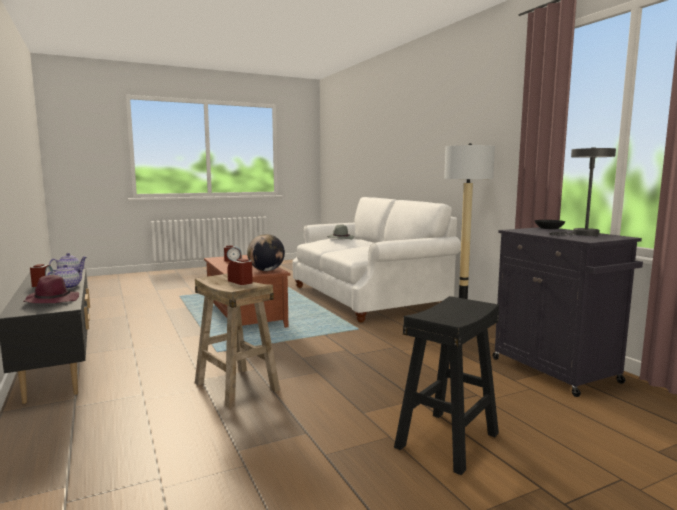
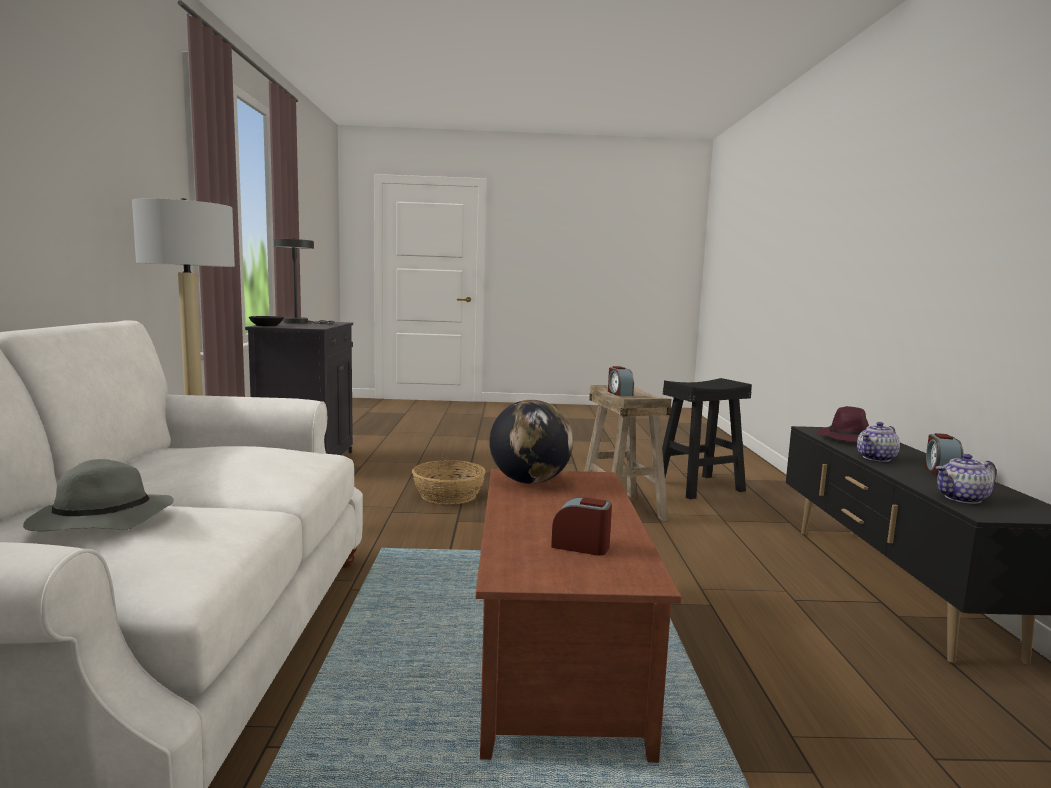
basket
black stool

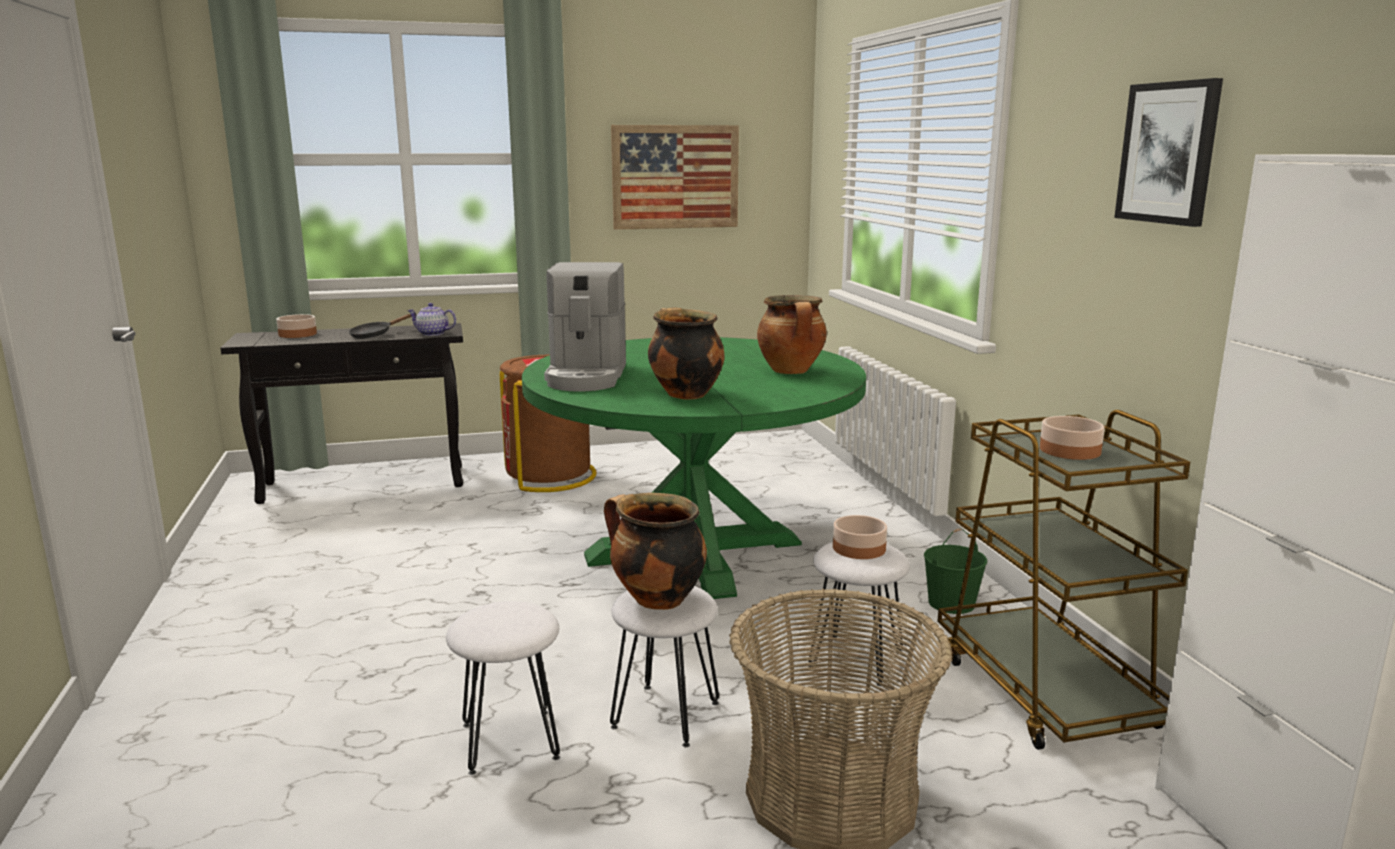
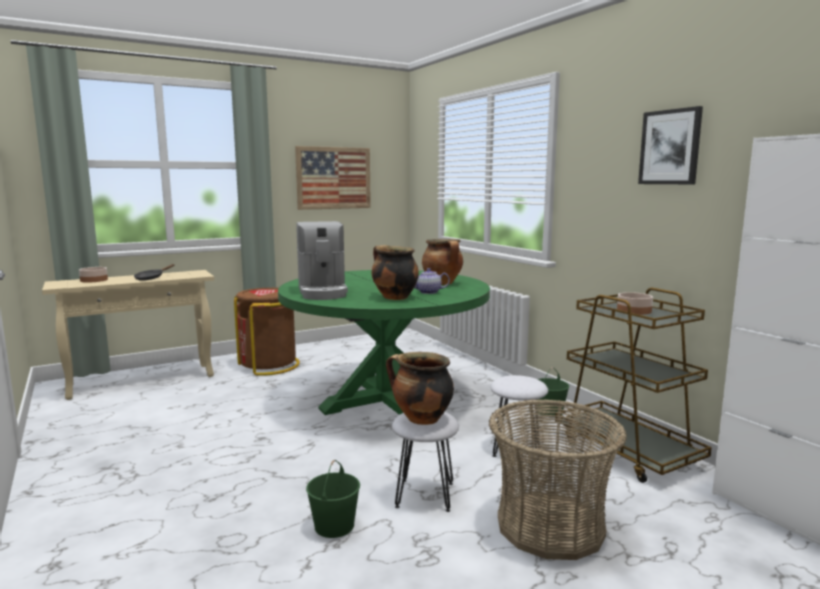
bowl (2nd from left in the first image)
teapot
green bucket (1st from left)
beige console table

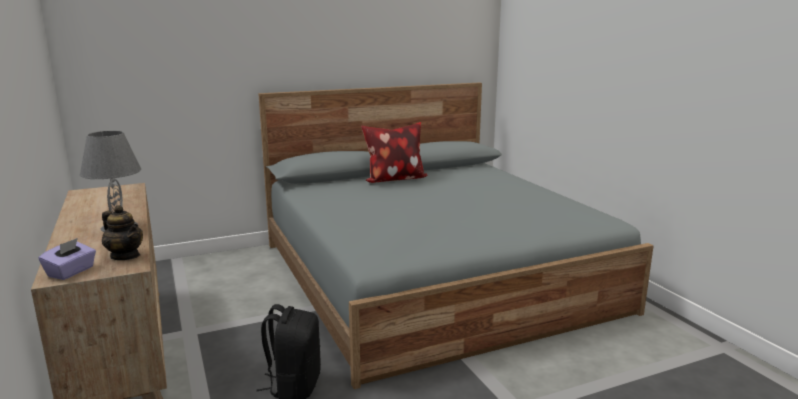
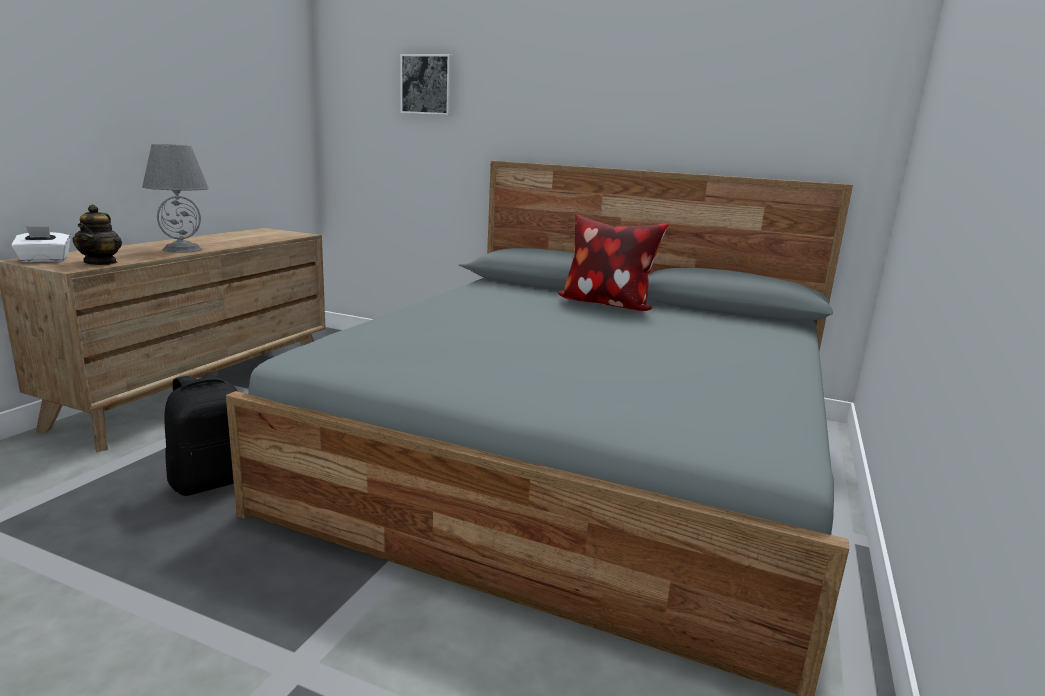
picture
white tissue box

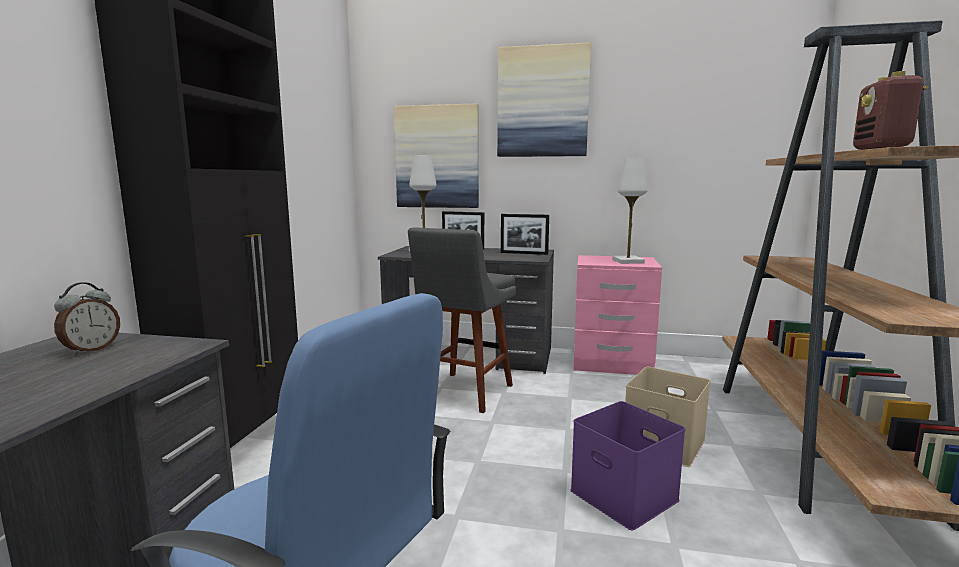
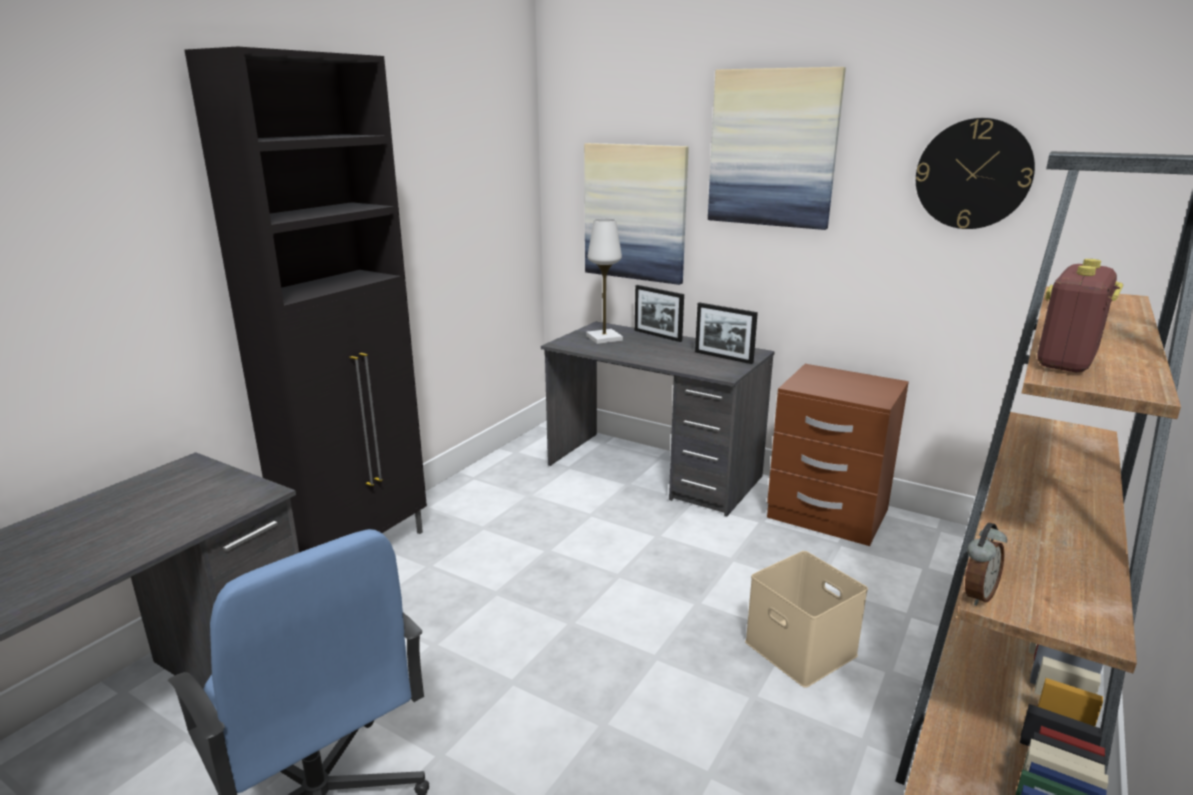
grey stool
purple storage box
white table lamp (2nd from left in the first image)
wall clock
alarm clock
brown nightstand

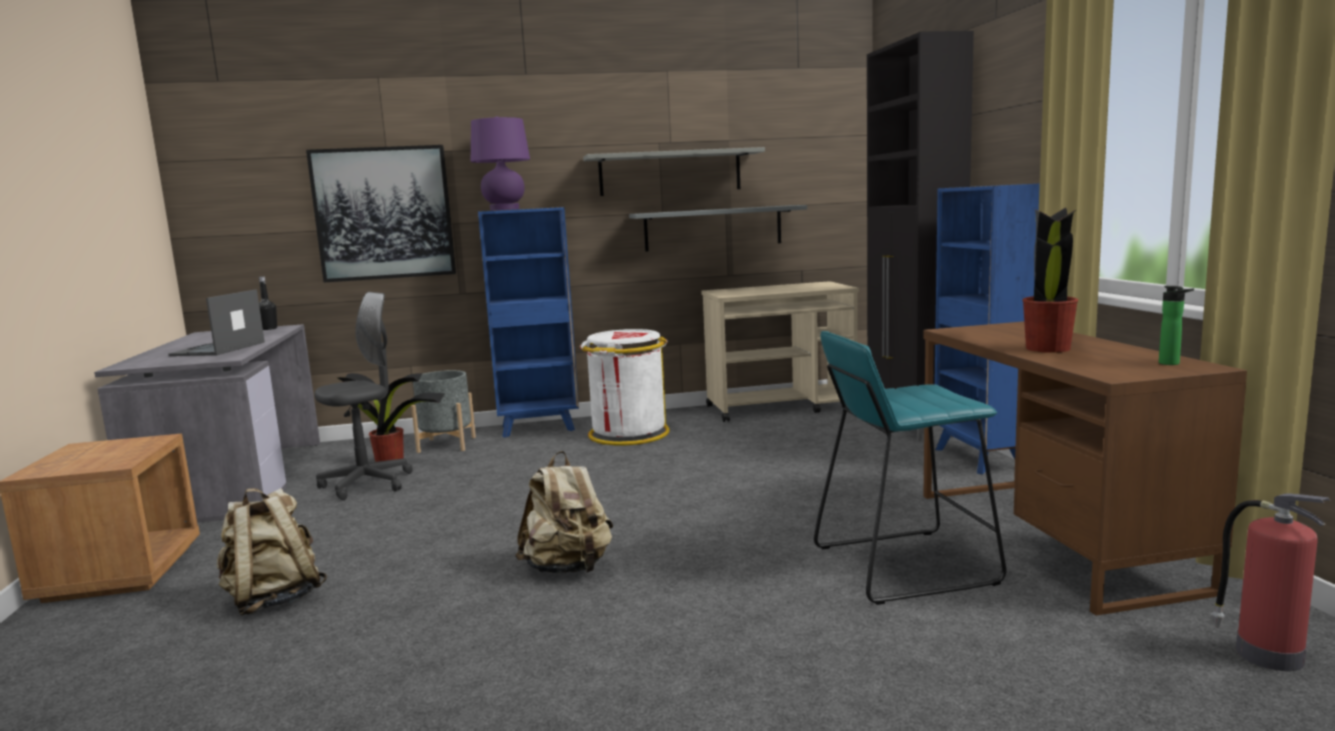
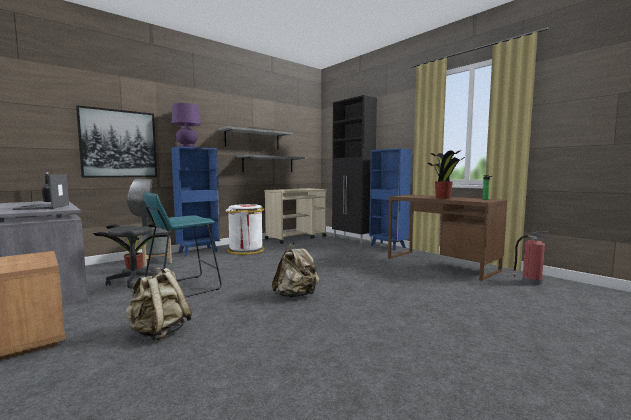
turquoise stool

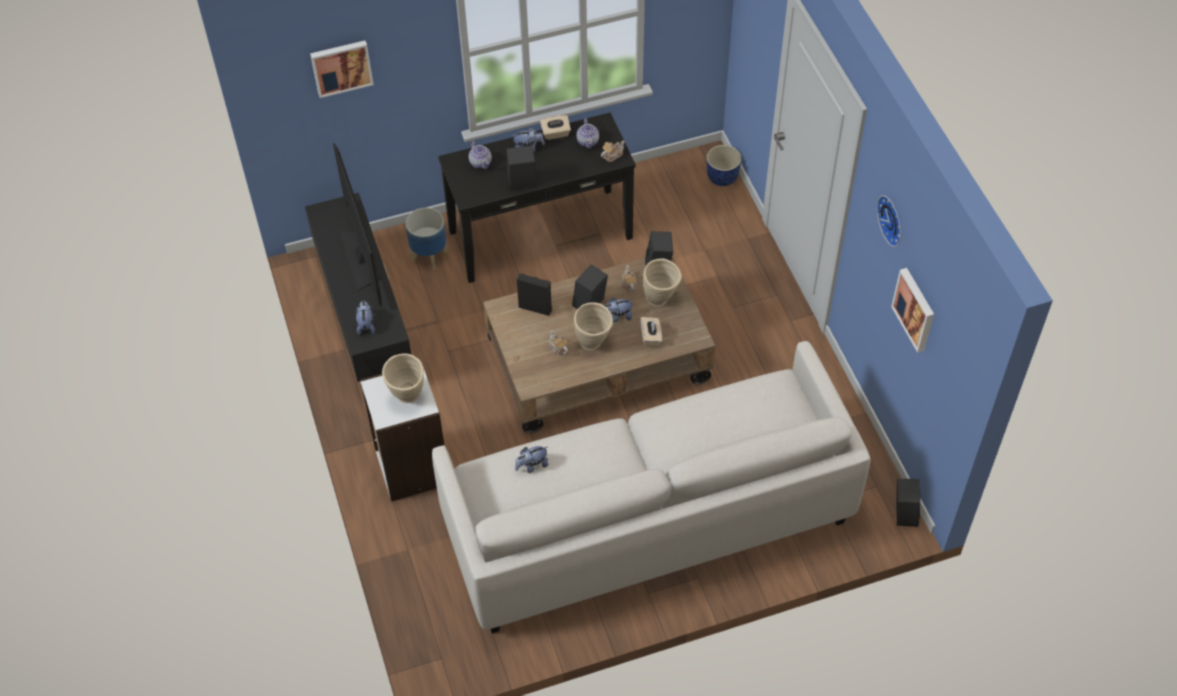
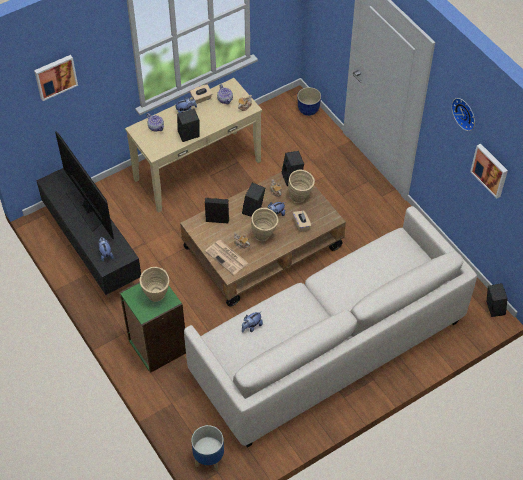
newspaper
planter (1st from left)
green bookcase
beige console table

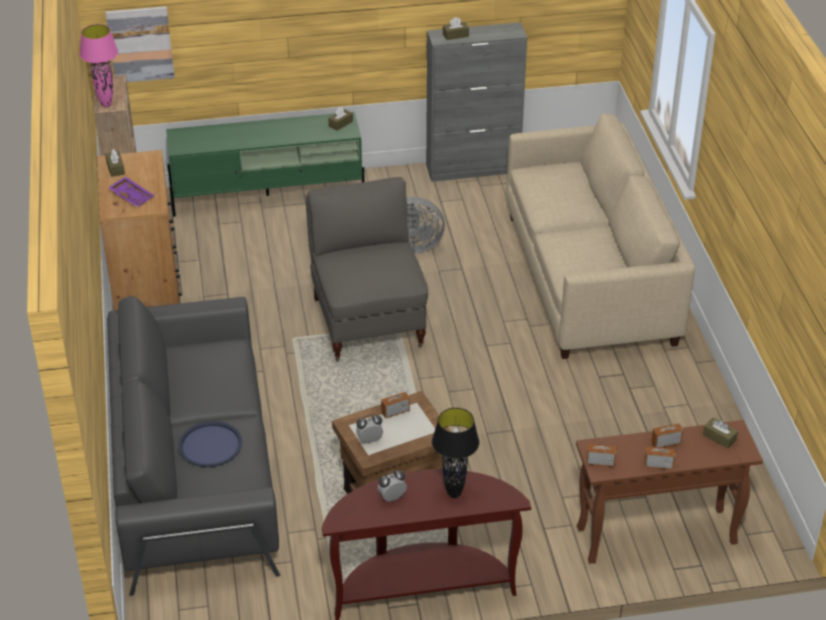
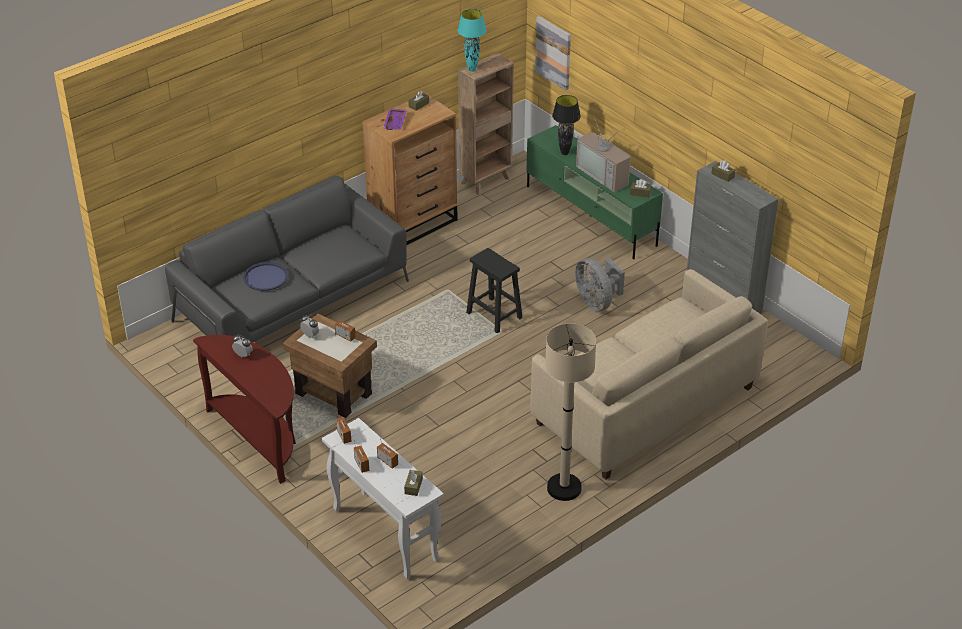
beige floor lamp
television
black table lamp
black stool
turquoise table lamp
white console table

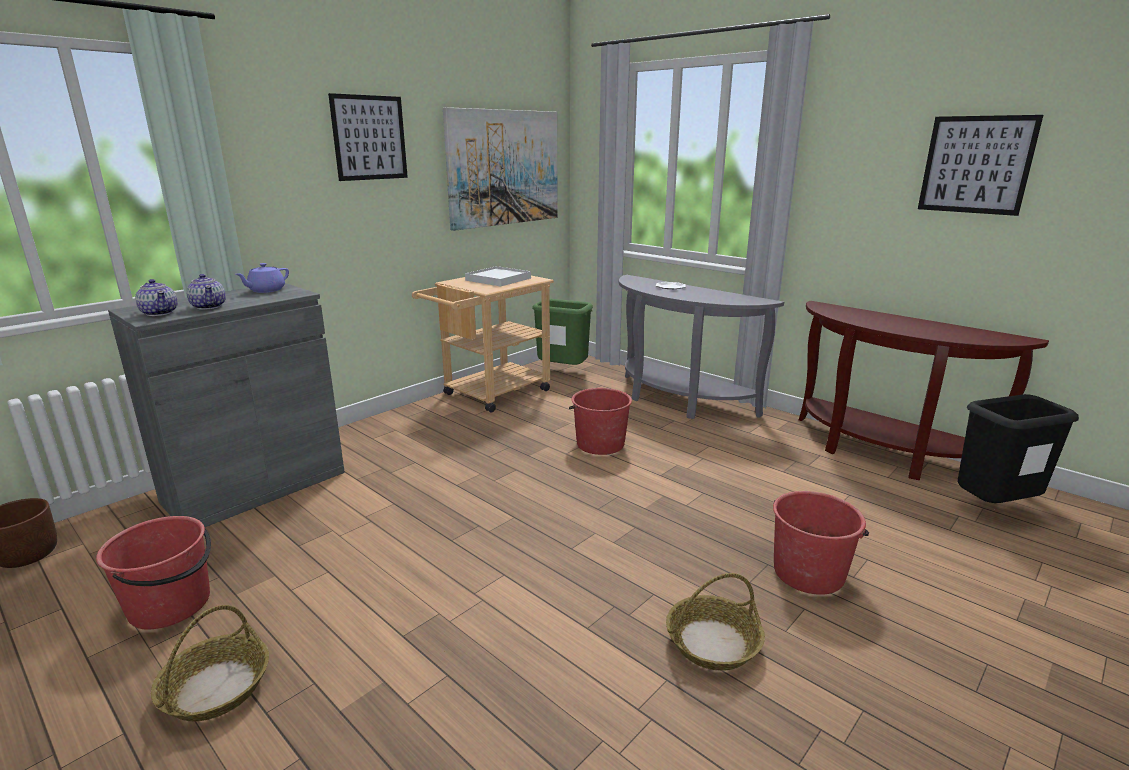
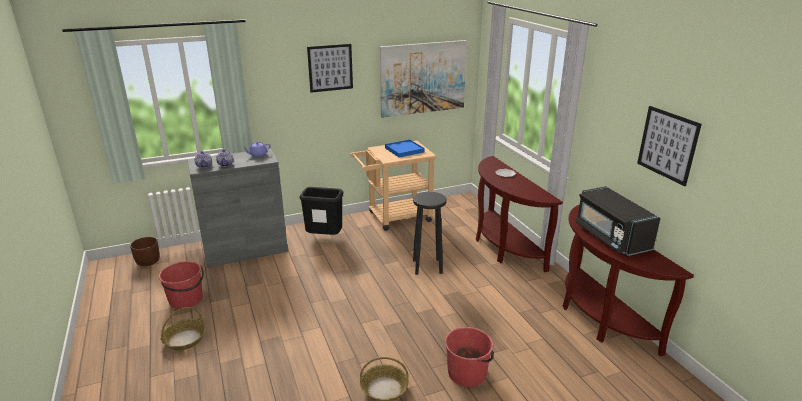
green trash can
black microwave
black trash can
black stool
blue tray
brown console table (1st from left)

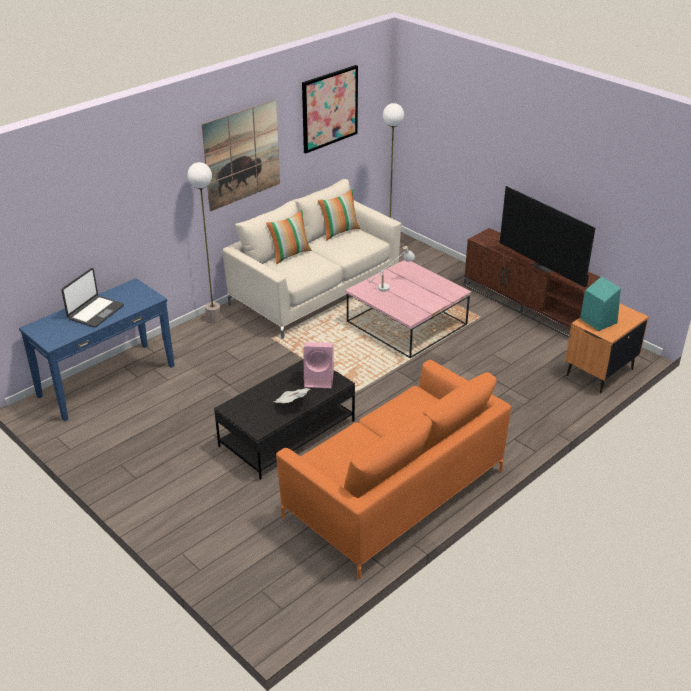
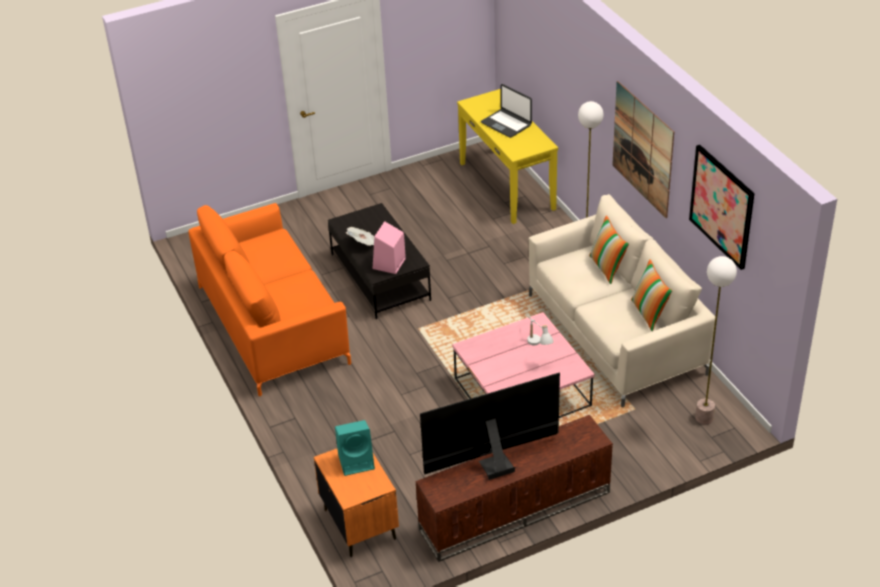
yellow console table

